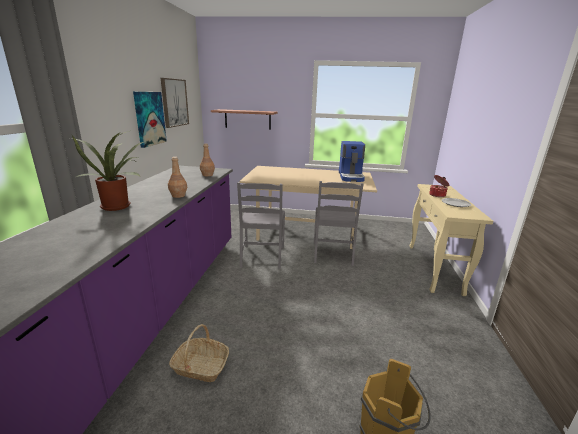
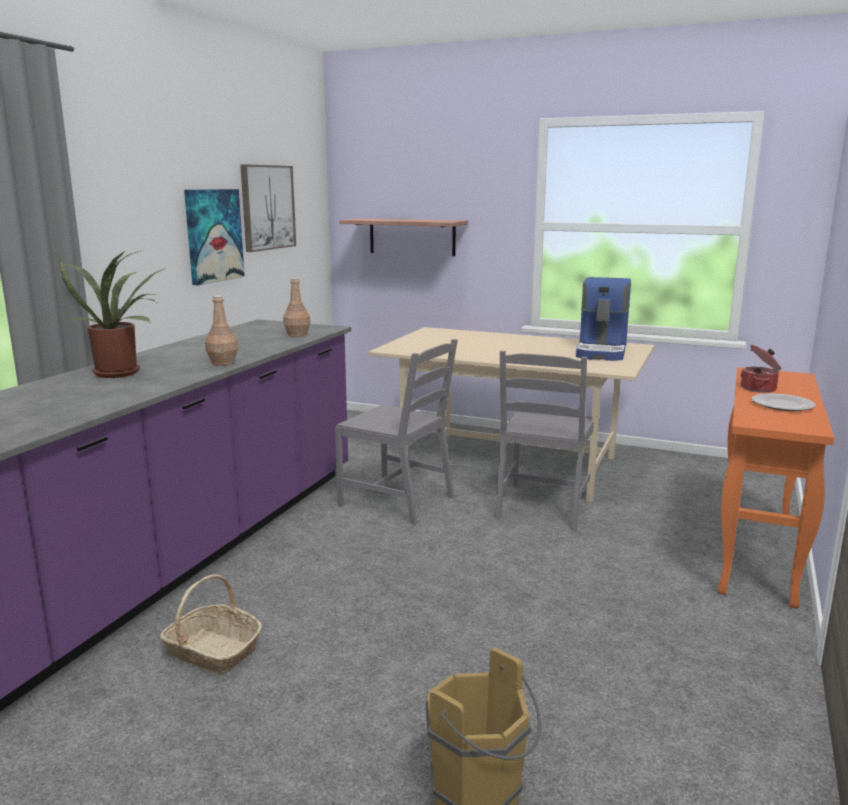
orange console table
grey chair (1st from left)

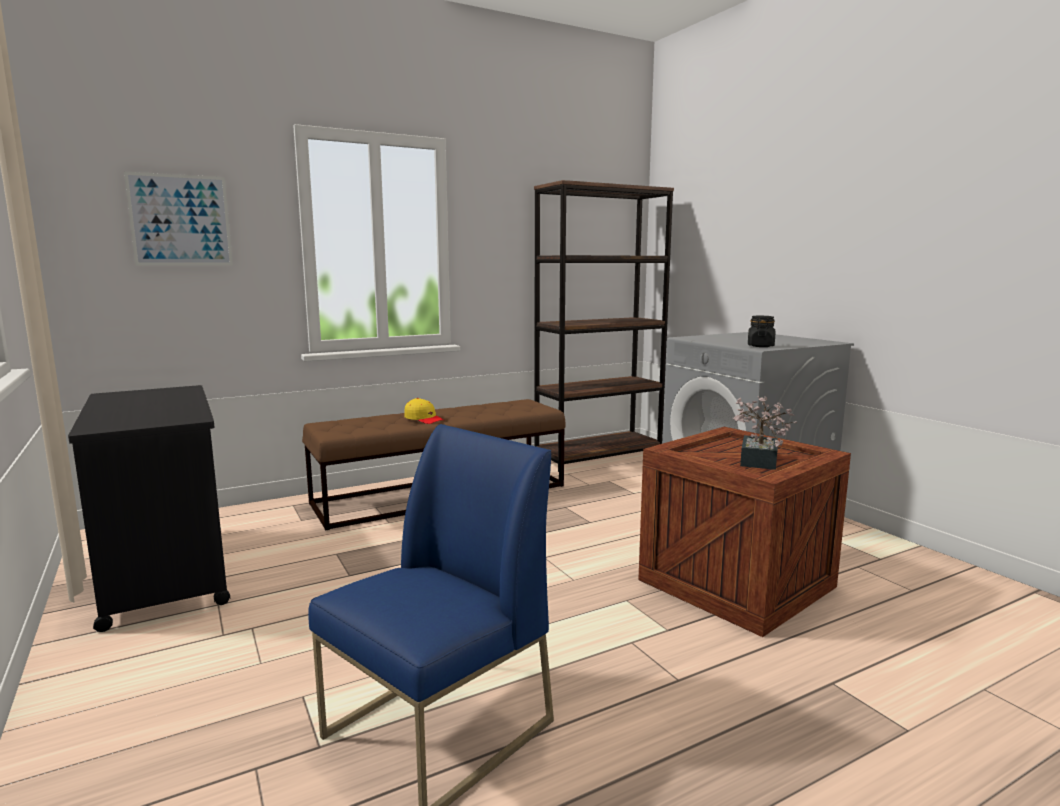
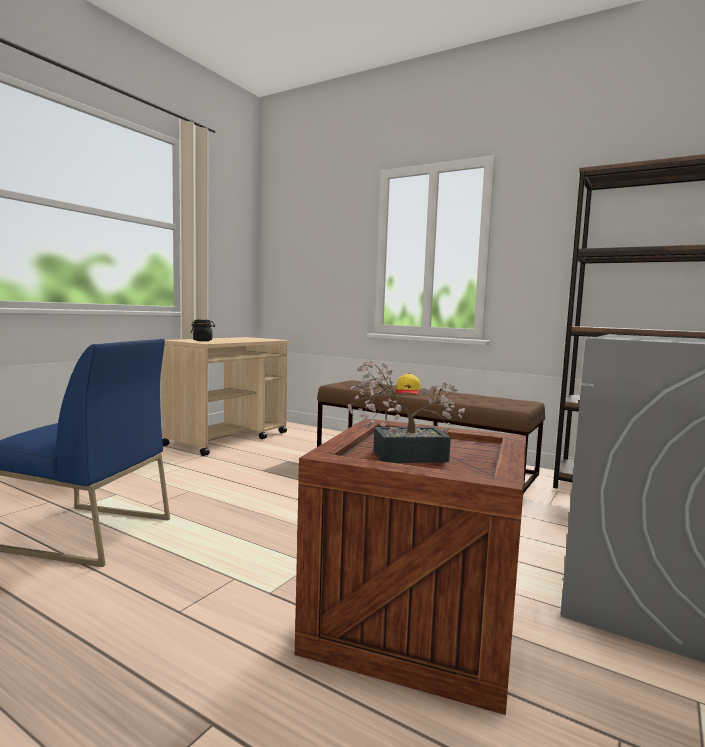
picture
black jar
beige cart

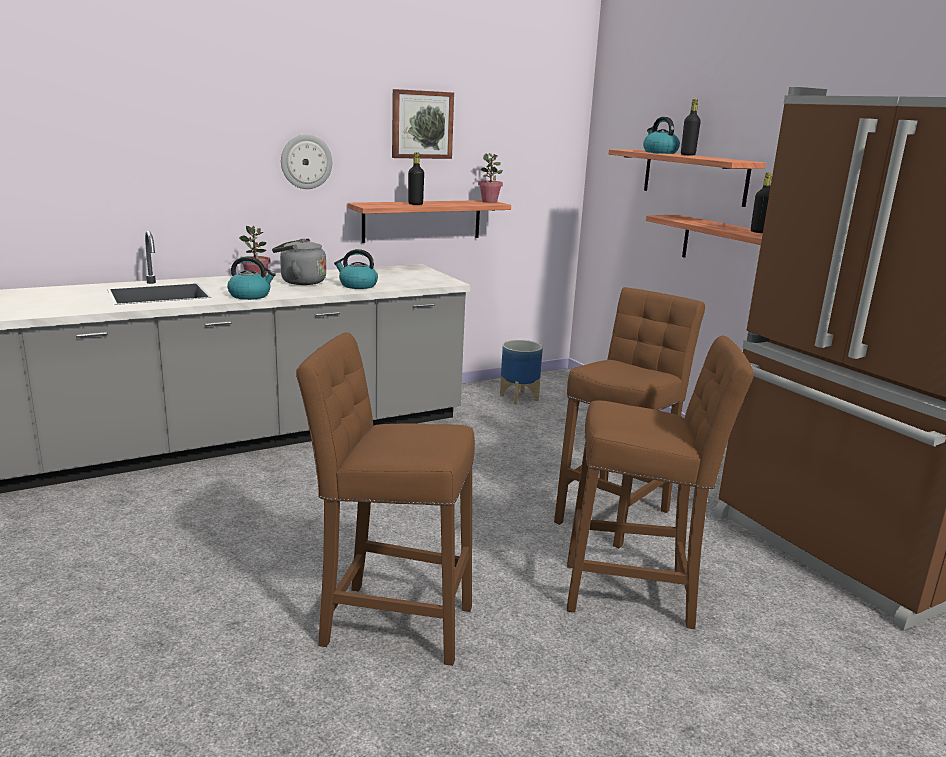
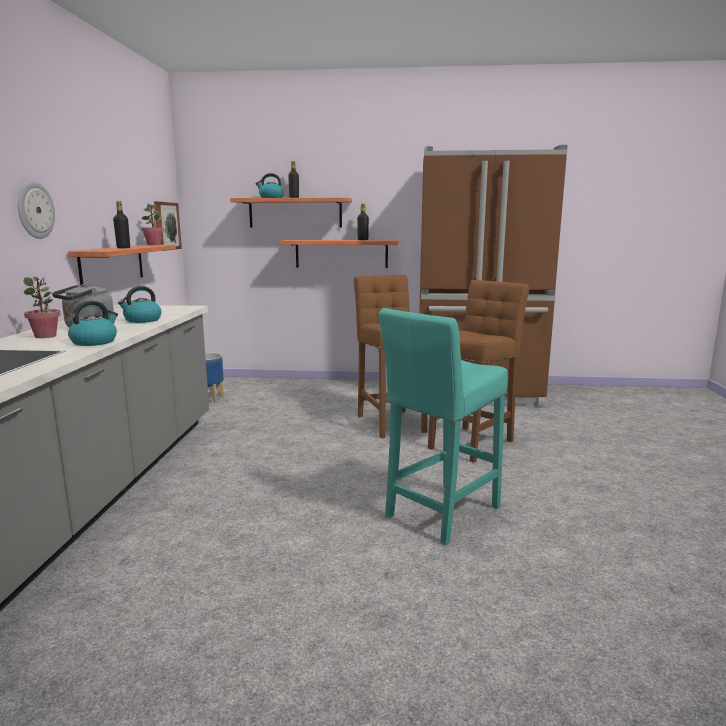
picture
turquoise stool

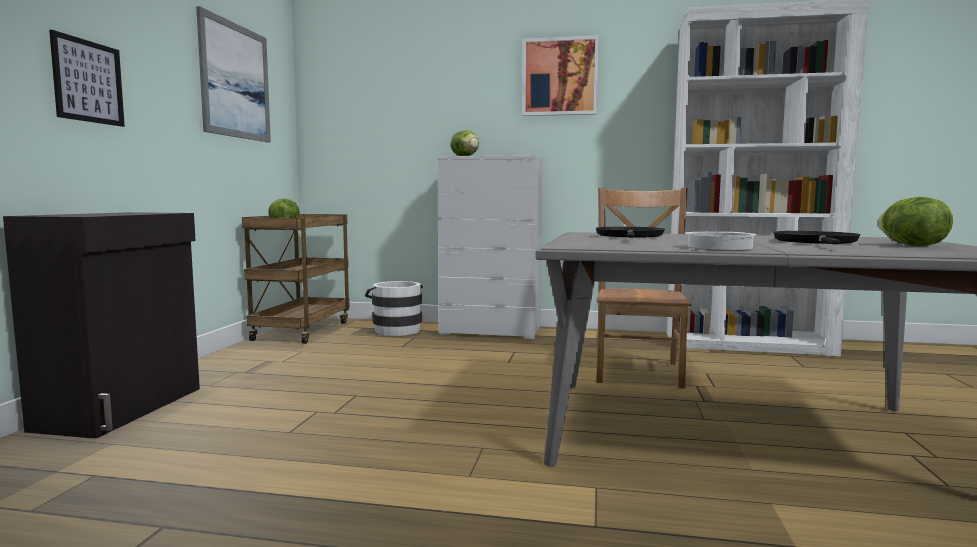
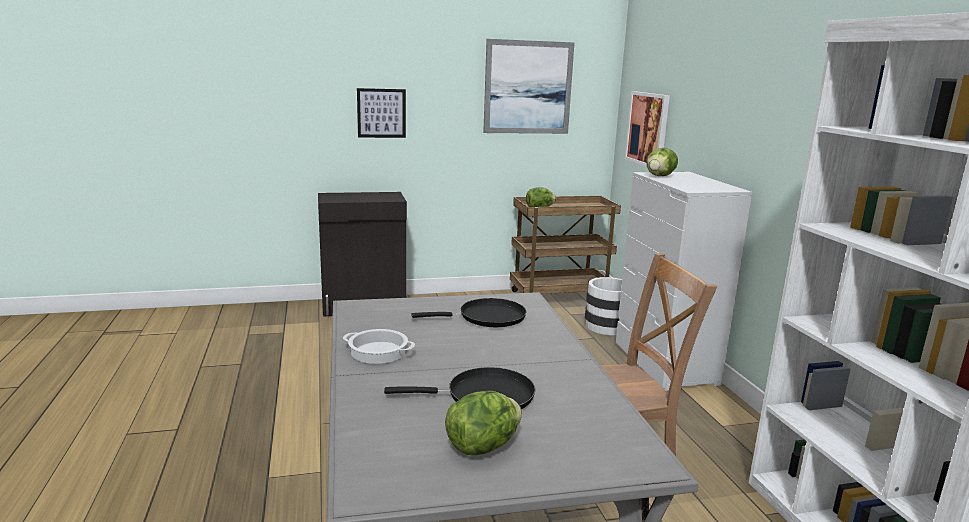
picture (3rd from left)

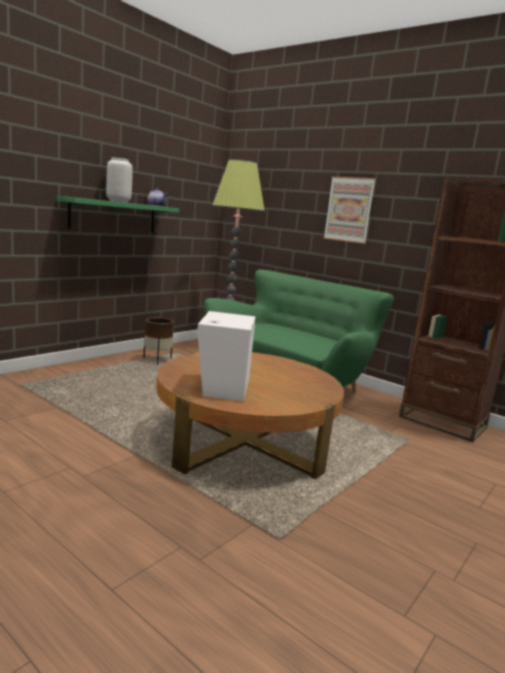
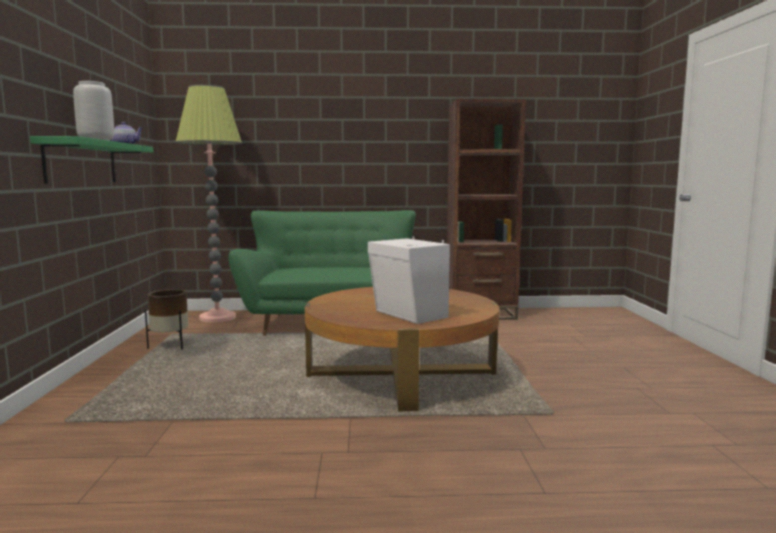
picture

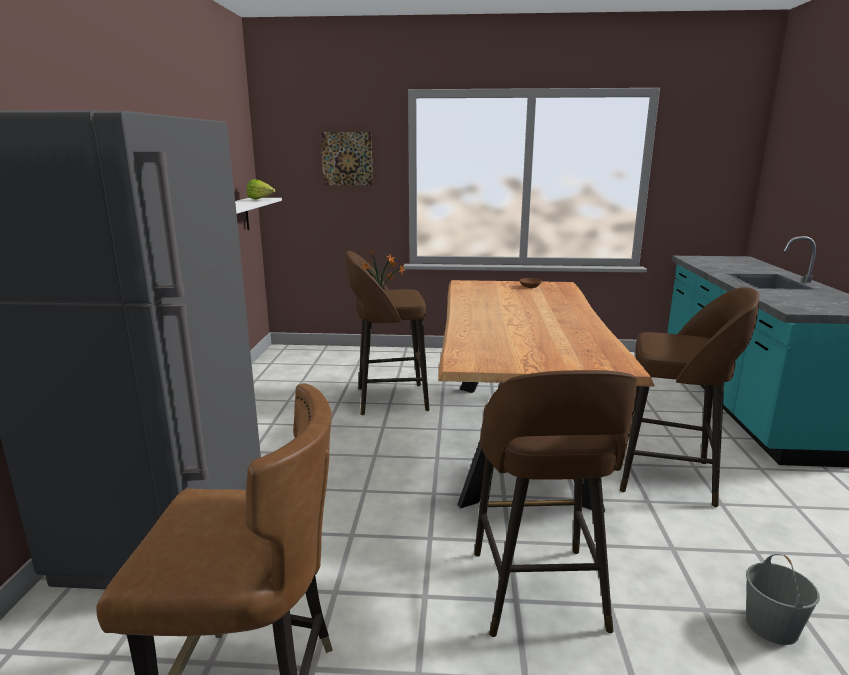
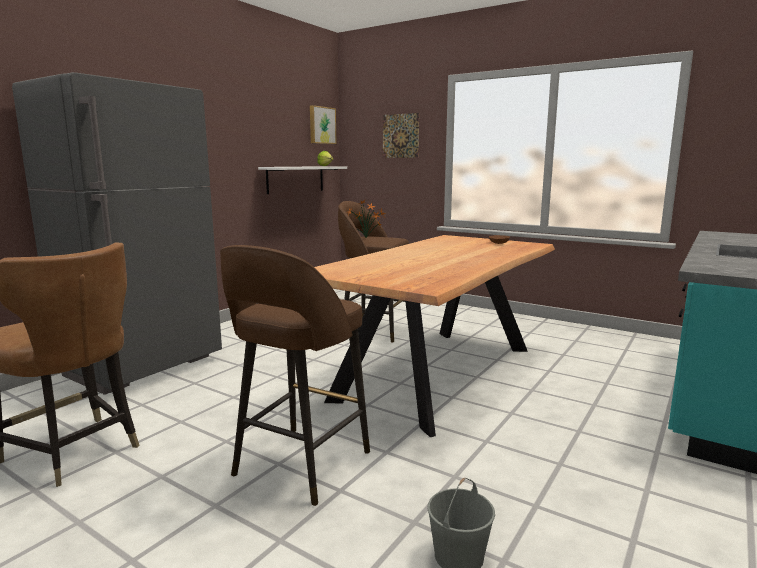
brown stool (3rd from left in the first image)
picture (1st from left)

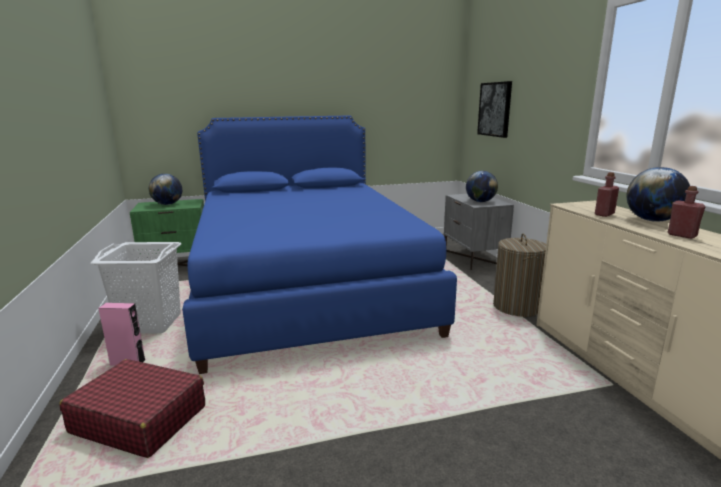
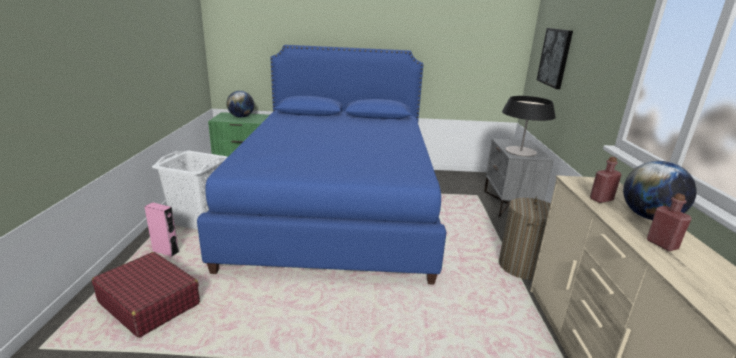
table lamp

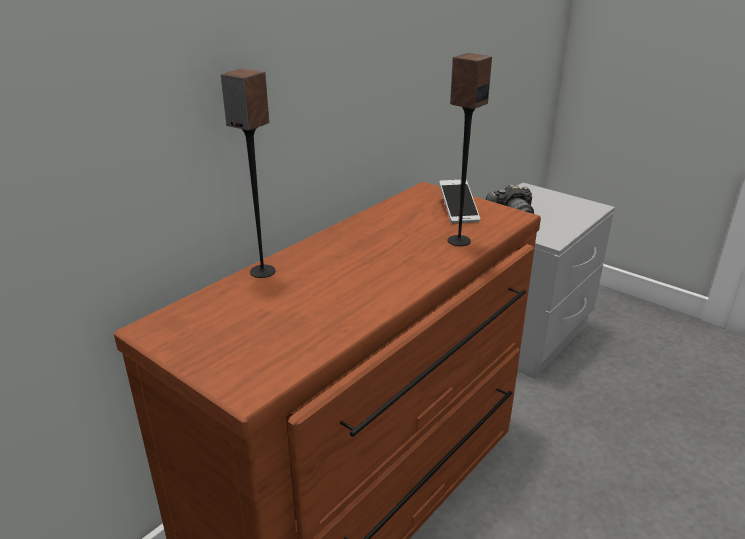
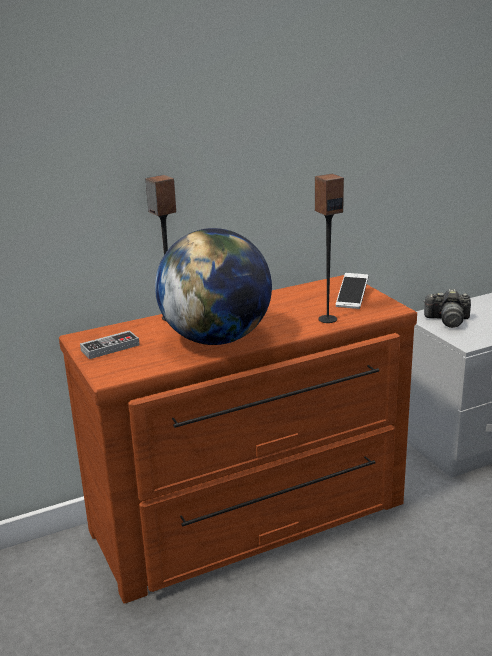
game controller
globe

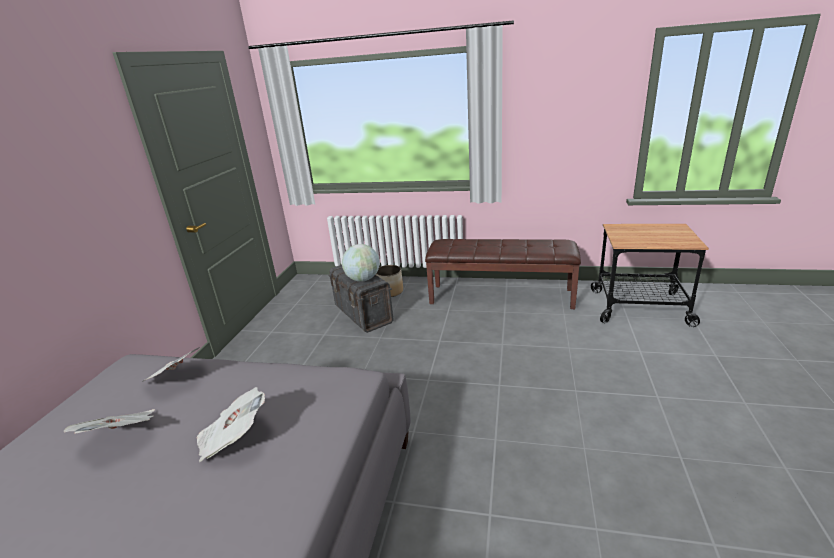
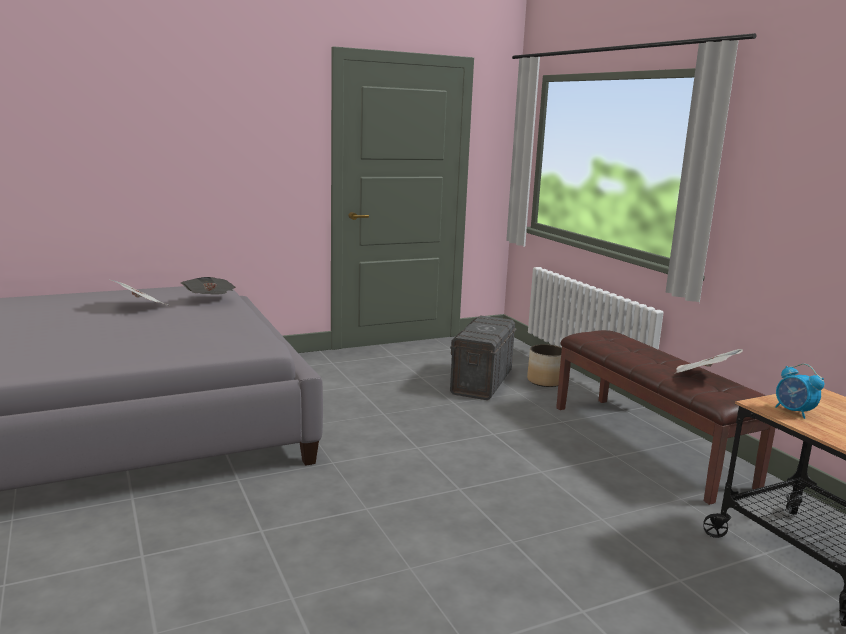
globe
alarm clock
newspaper (3rd from left)

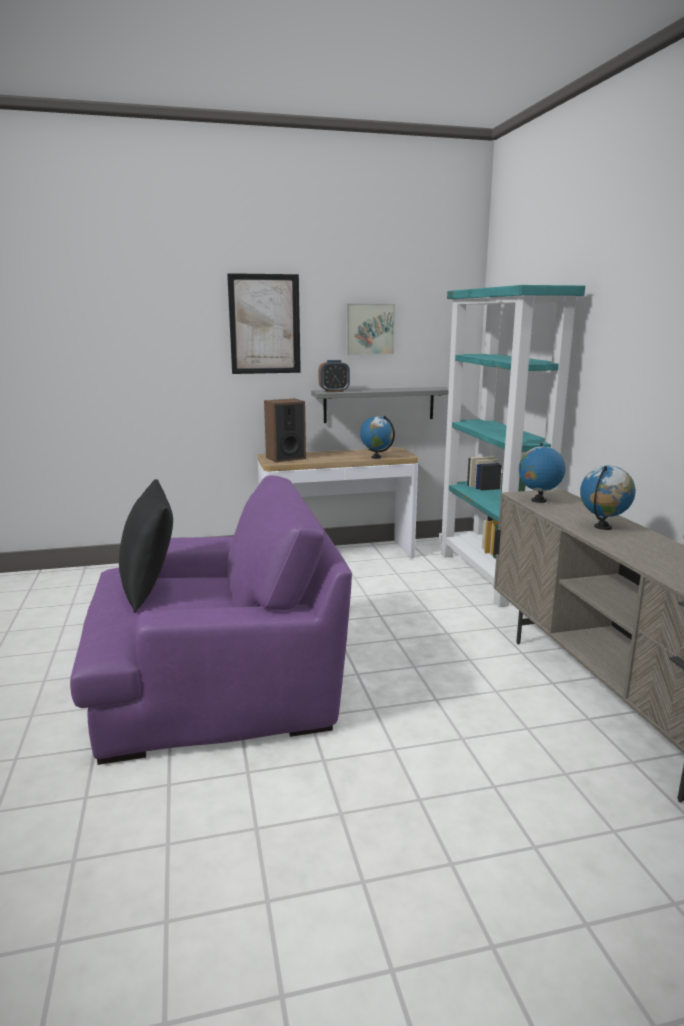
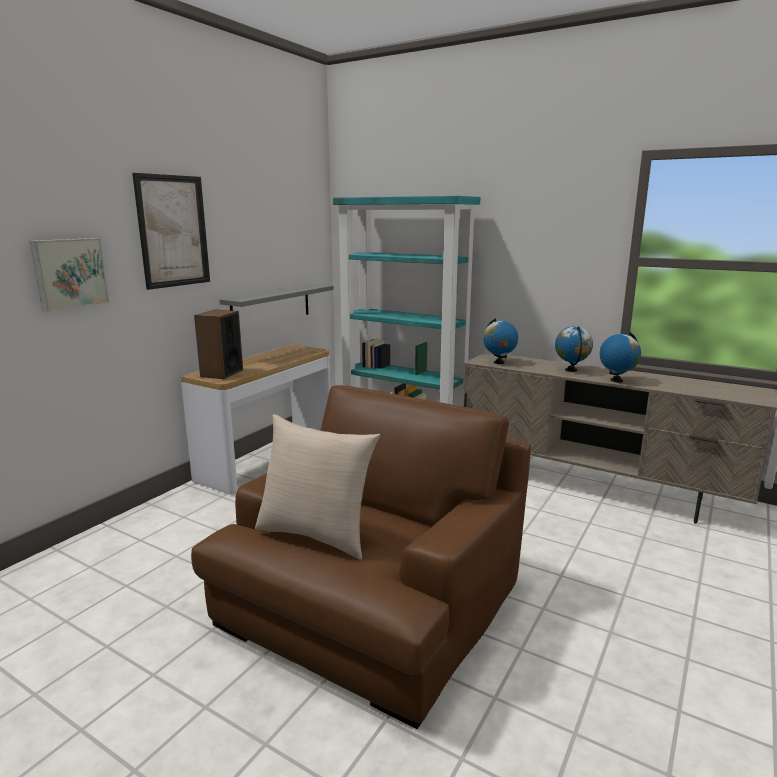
alarm clock
picture (1st from left)
globe (3rd from left)
brown armchair
beige pillow

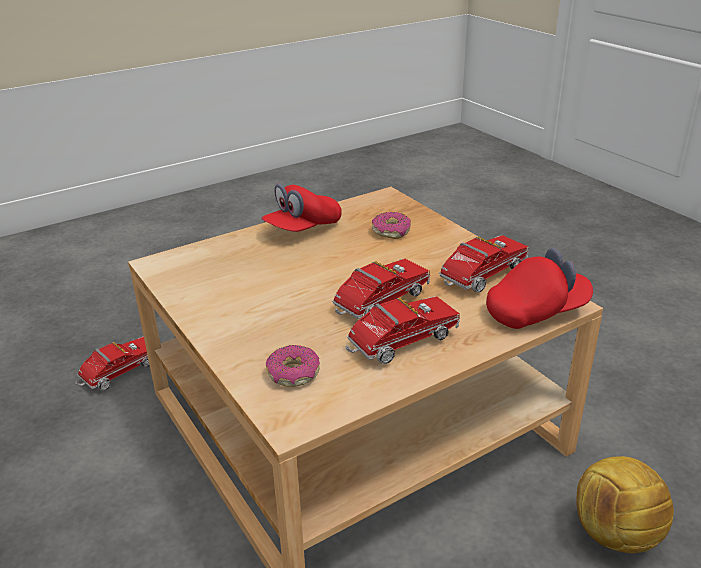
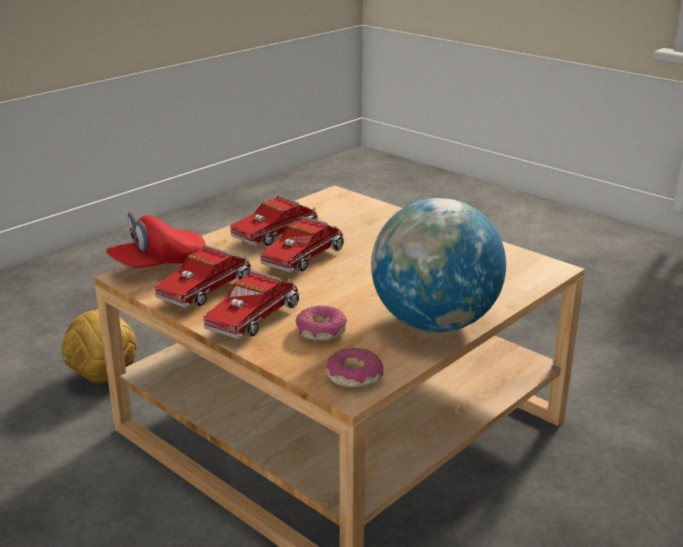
toy truck (2nd from left)
donut (2nd from left)
globe

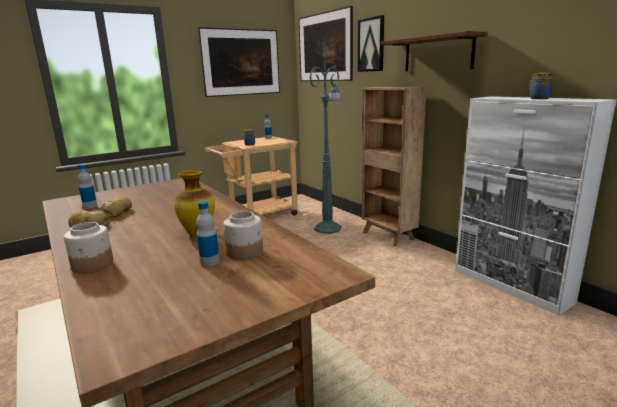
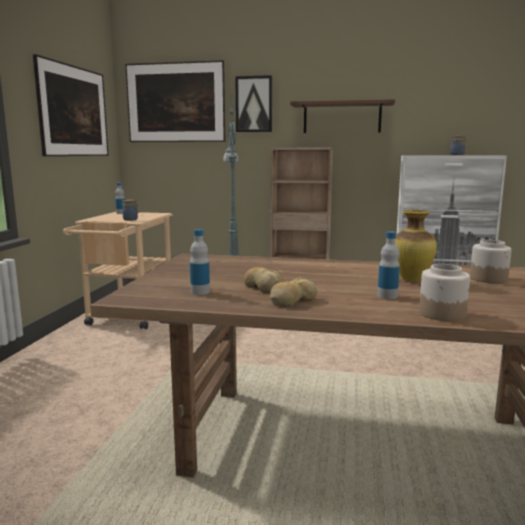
bottle (3rd from left)

